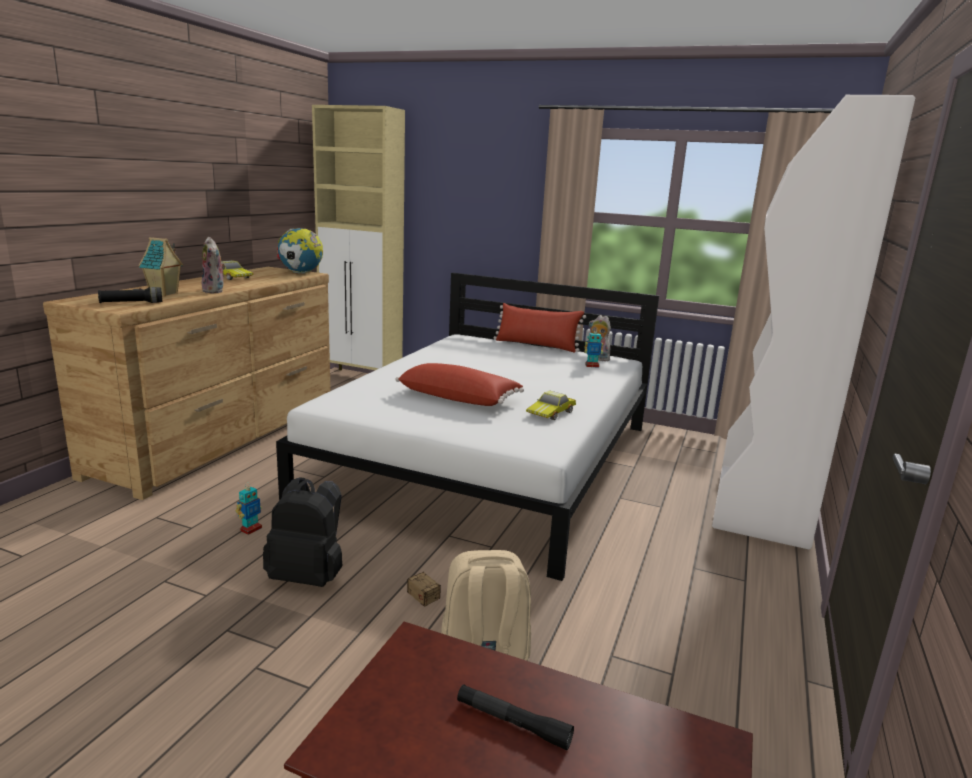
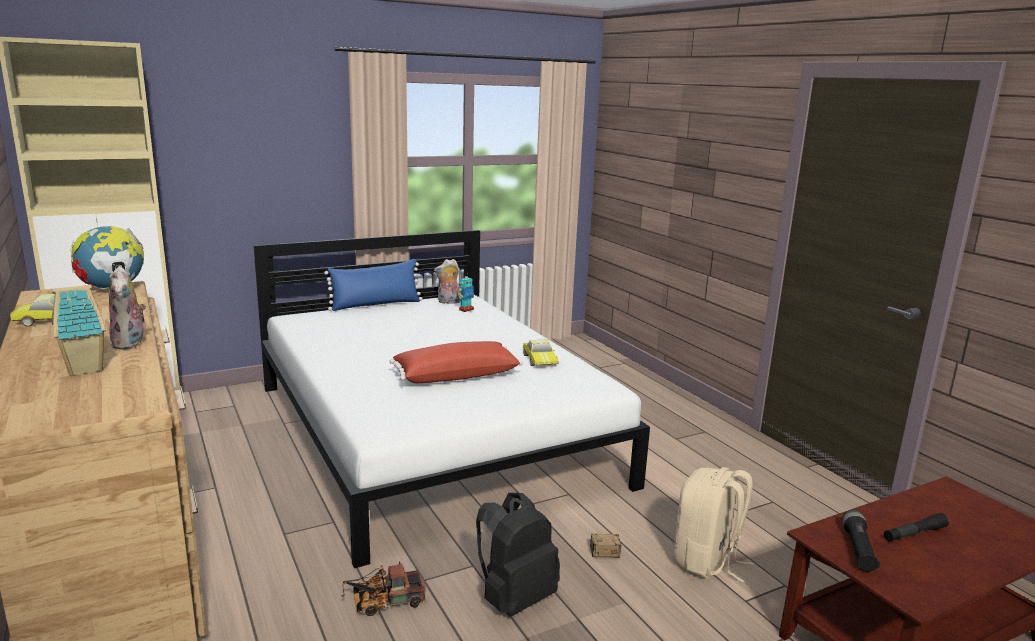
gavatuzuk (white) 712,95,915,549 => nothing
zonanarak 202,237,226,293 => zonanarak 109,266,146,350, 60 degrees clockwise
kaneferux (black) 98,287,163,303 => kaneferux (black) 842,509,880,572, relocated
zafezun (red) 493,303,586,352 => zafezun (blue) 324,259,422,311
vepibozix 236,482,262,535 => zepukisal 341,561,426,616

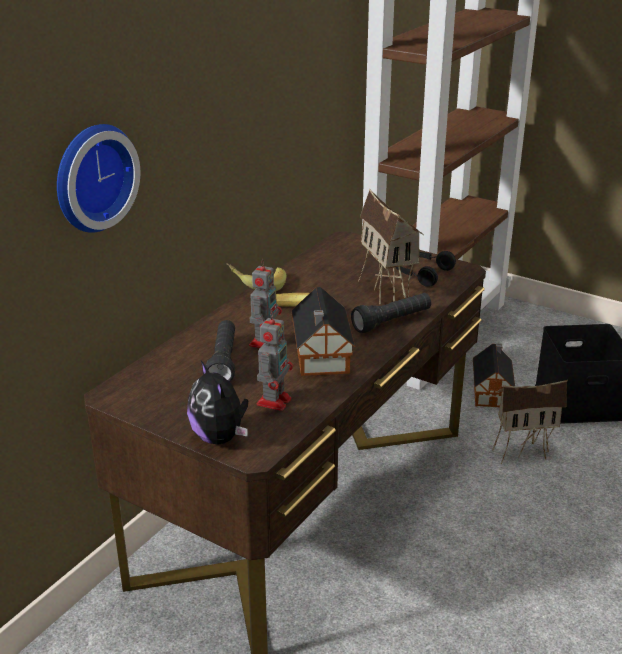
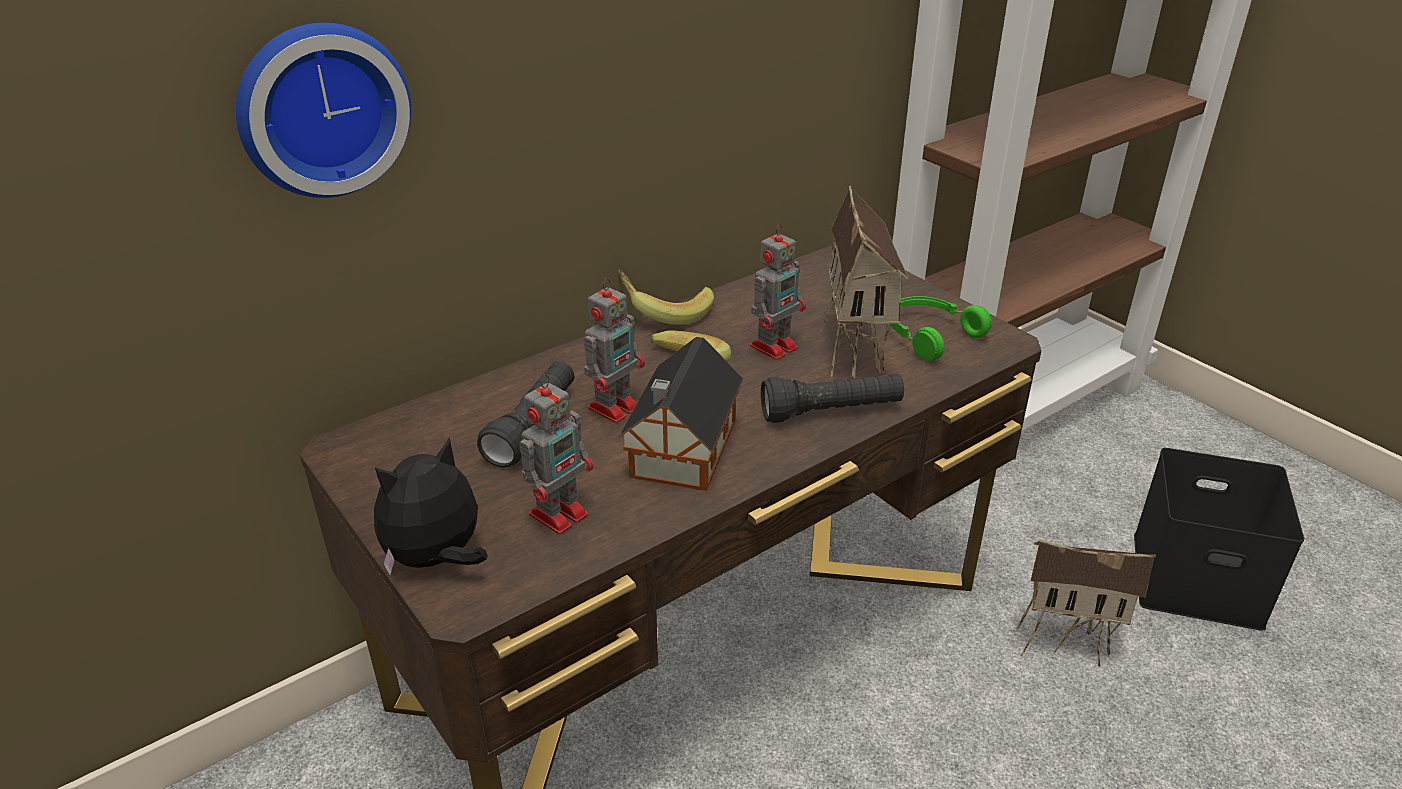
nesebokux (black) 395,251,456,287 => nesebokux (green) 890,296,992,361
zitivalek 473,343,515,407 => nothing
zonanarak 187,361,248,444 => zonanarak 374,437,488,575, 60 degrees clockwise
nothing => vepibozix 750,224,806,360

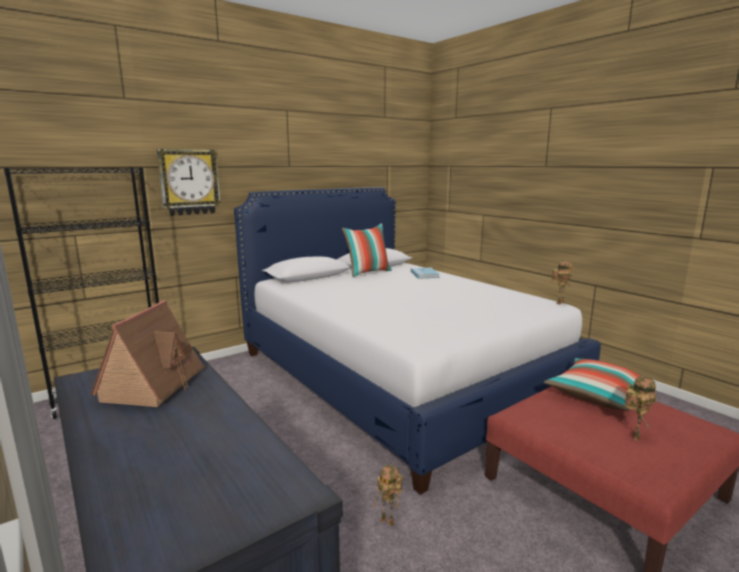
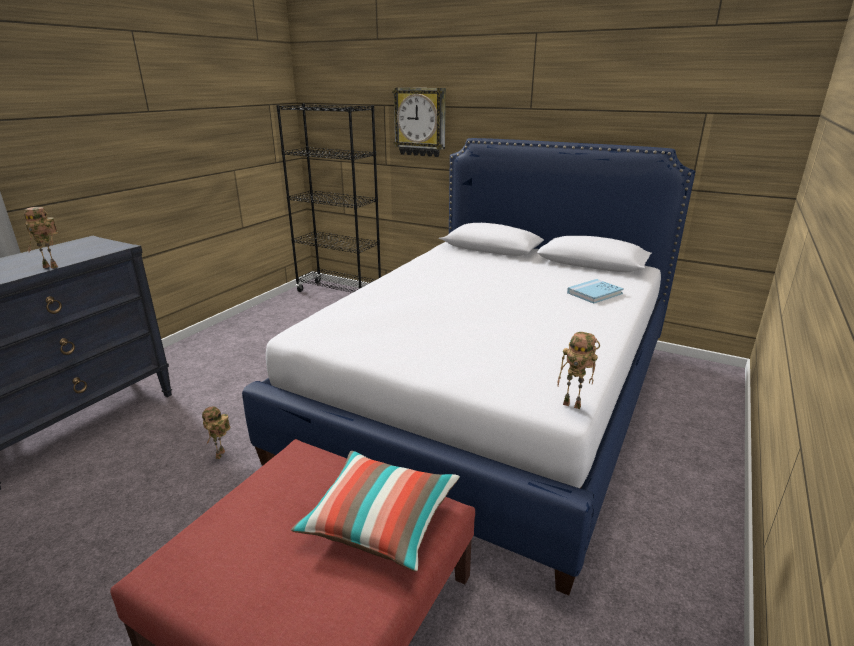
zafezun 342,224,392,277 => nothing
zitivalek 90,300,205,407 => nothing
vepibozix 625,376,657,441 => vepibozix 24,207,58,268, relocated

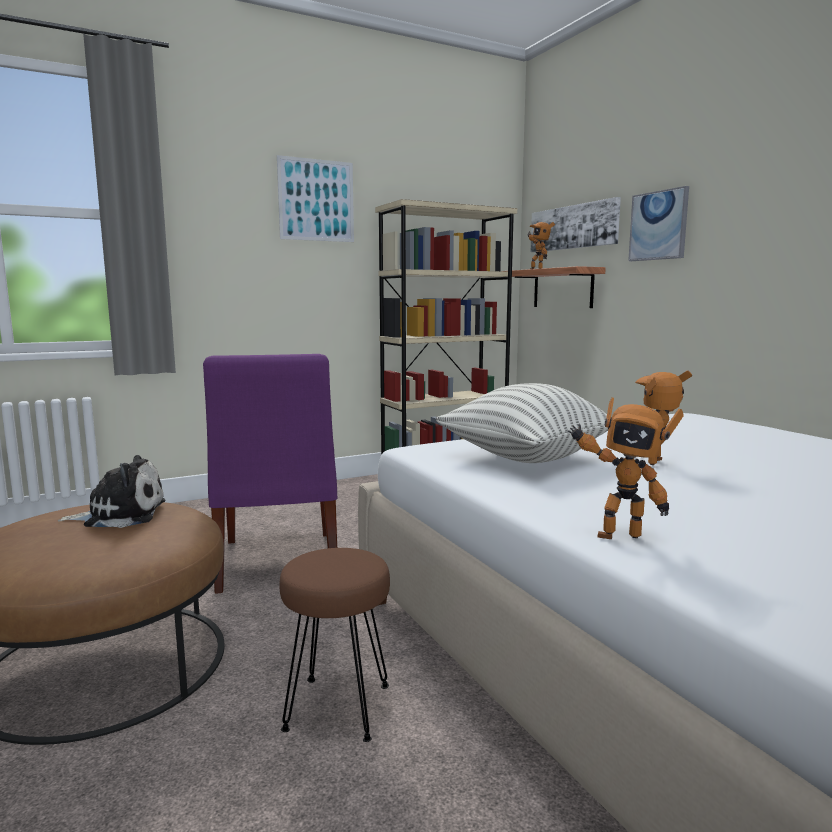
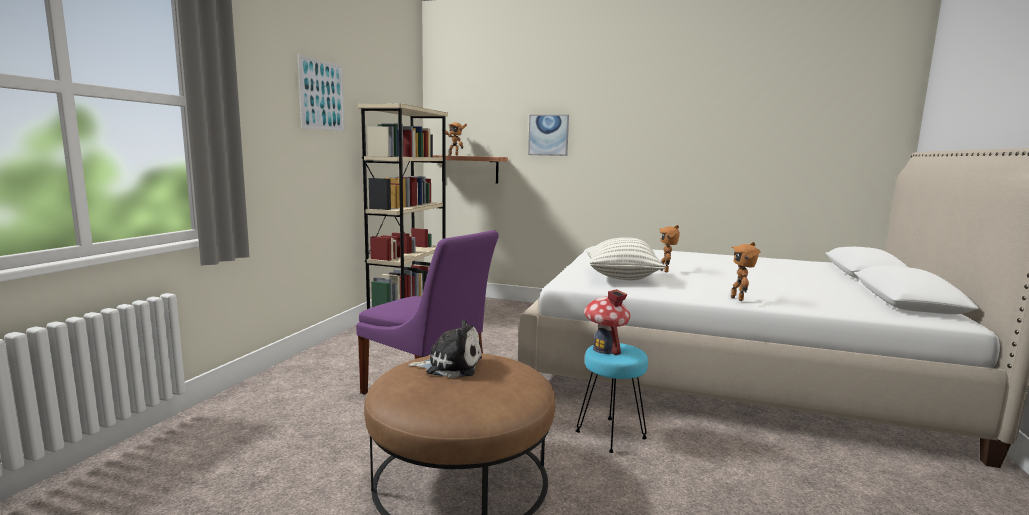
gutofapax 531,197,621,252 => nothing
vepibozix 568,398,684,539 => vepibozix 731,242,761,301, 120 degrees clockwise
zonanarak 58,455,165,528 => zonanarak 408,320,482,378, 60 degrees clockwise
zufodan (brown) 279,548,390,742 => zufodan (turquoise) 576,343,648,453
nothing => zitivalek 584,289,630,355

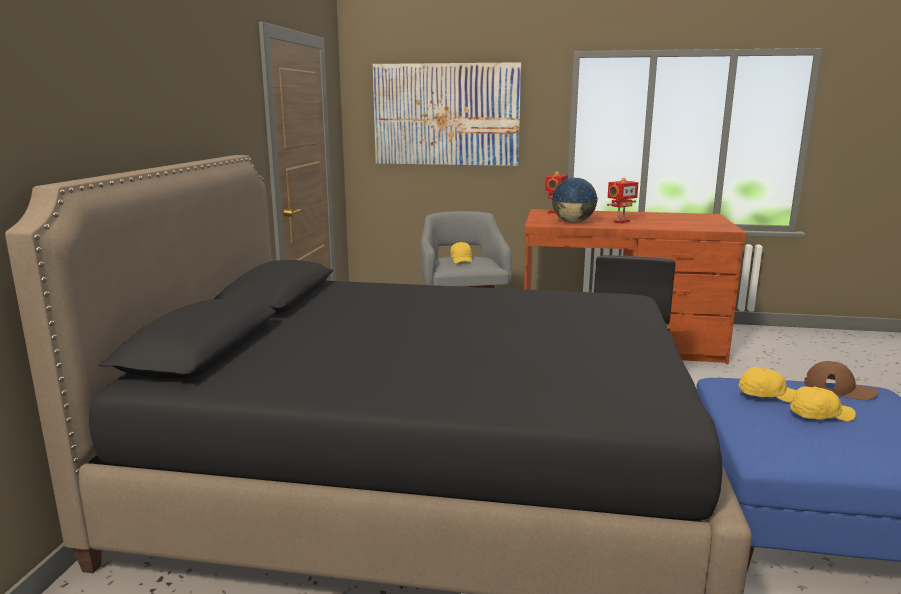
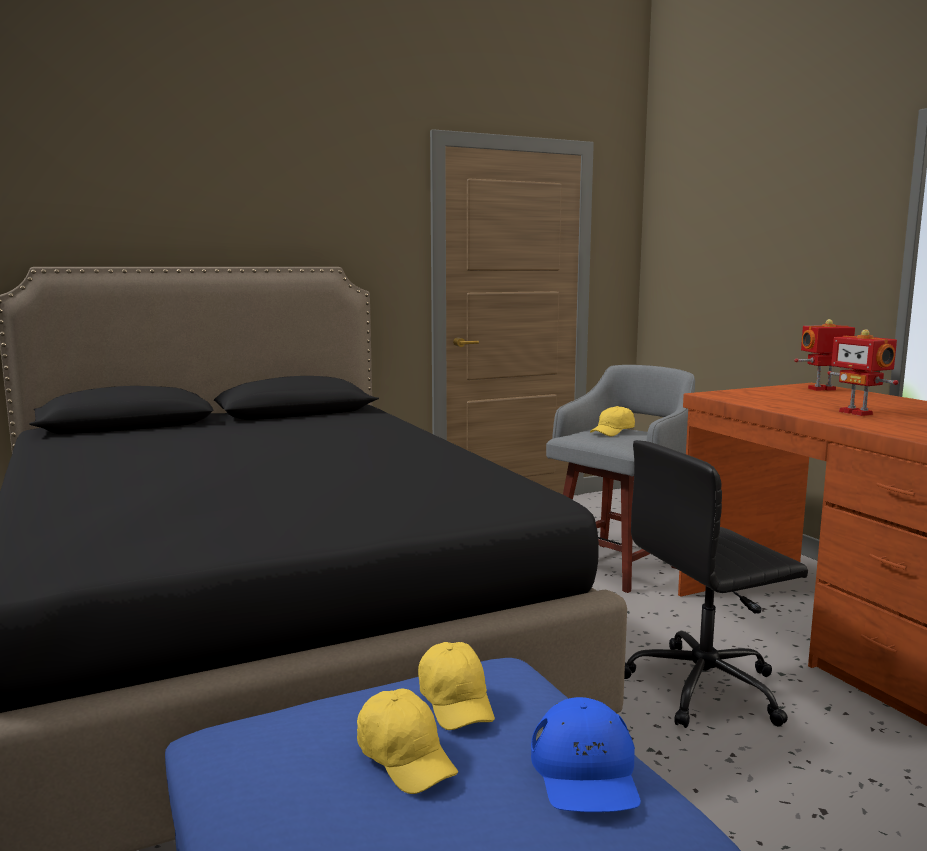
gutofapax 373,62,521,166 => nothing
vepibozix 607,177,638,223 => vepibozix 828,329,899,416, 45 degrees clockwise
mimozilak 551,178,598,223 => nothing
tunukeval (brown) 804,361,879,400 => tunukeval (blue) 531,697,641,812

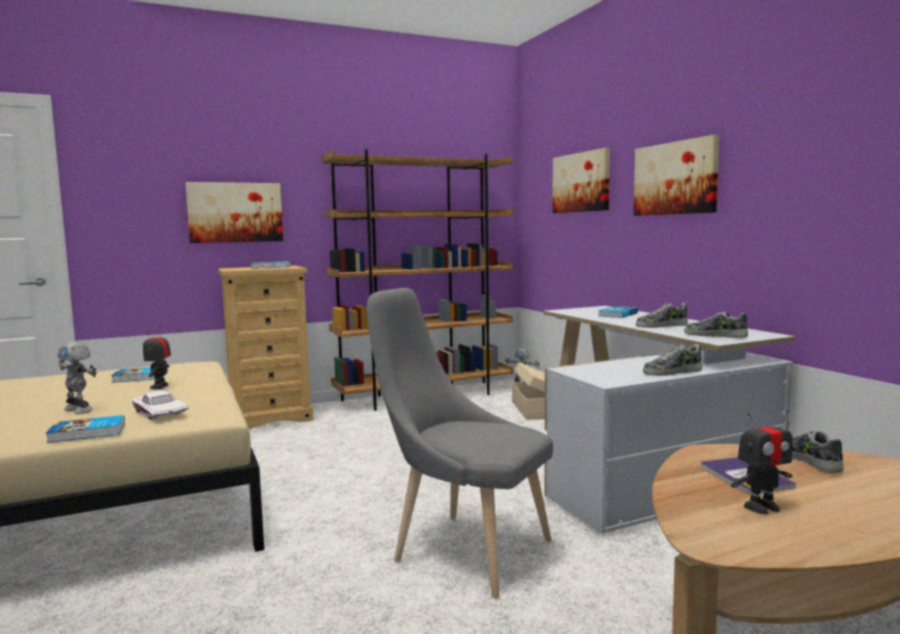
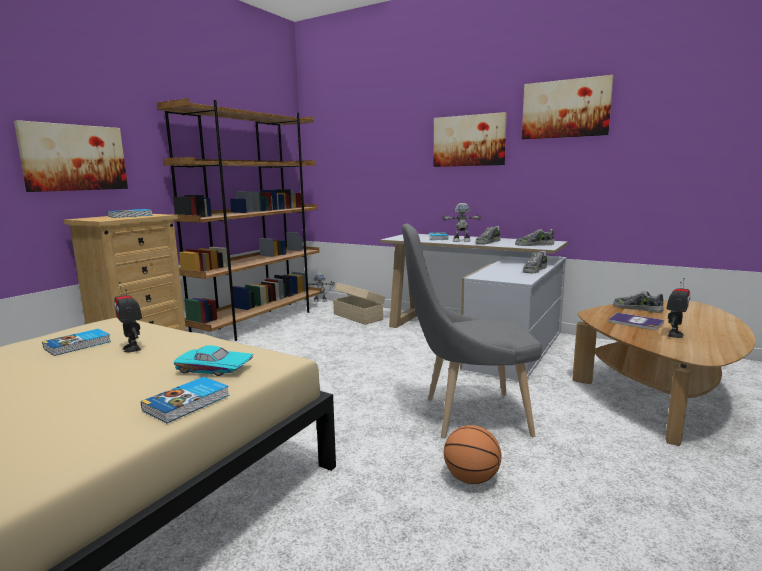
gutofapax 552,148,610,213 => gutofapax 522,75,613,139, relocated
vepibozix 58,341,97,414 => vepibozix 442,203,481,242, relocated
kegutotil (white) 132,390,189,419 => kegutotil (turquoise) 174,345,253,376
nothing => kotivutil 444,425,502,484

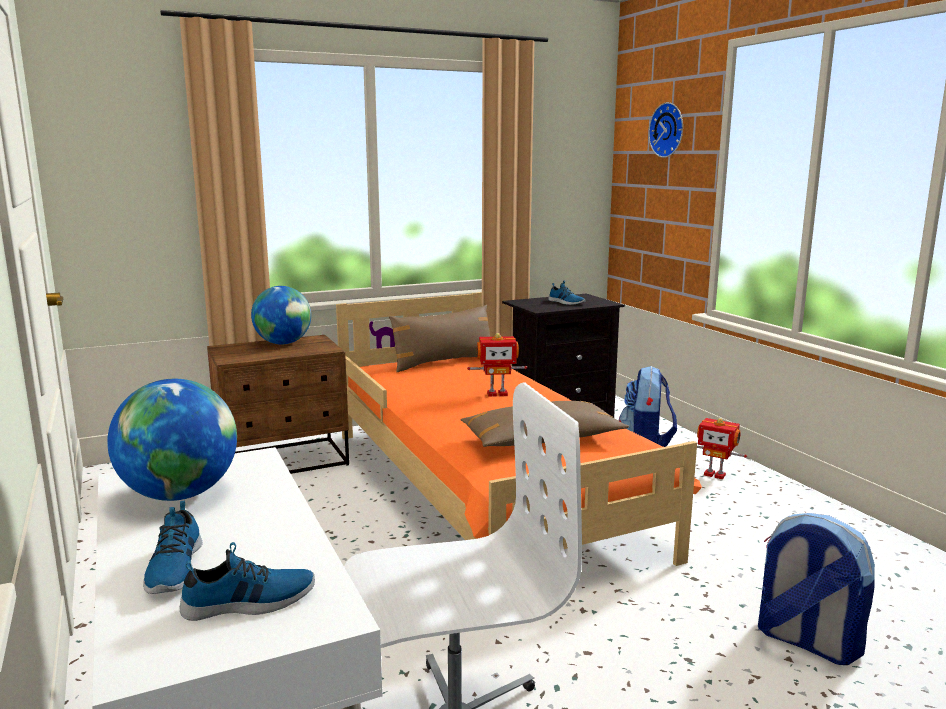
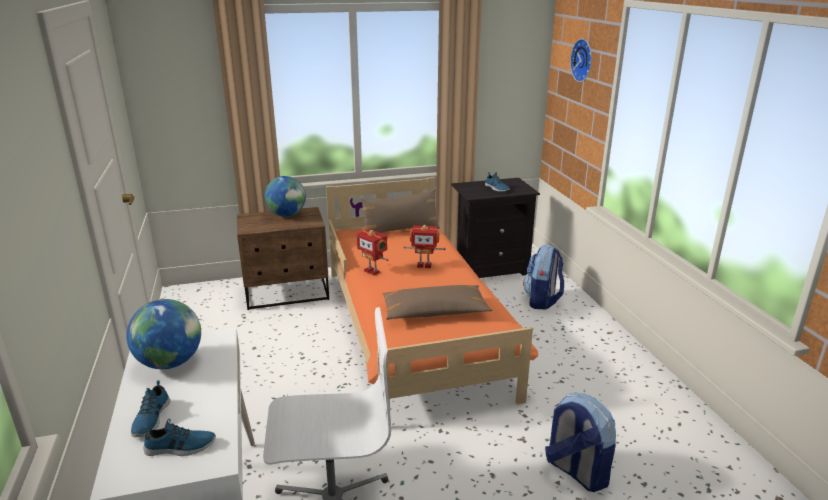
vepibozix 697,418,747,479 => vepibozix 357,229,388,275, relocated

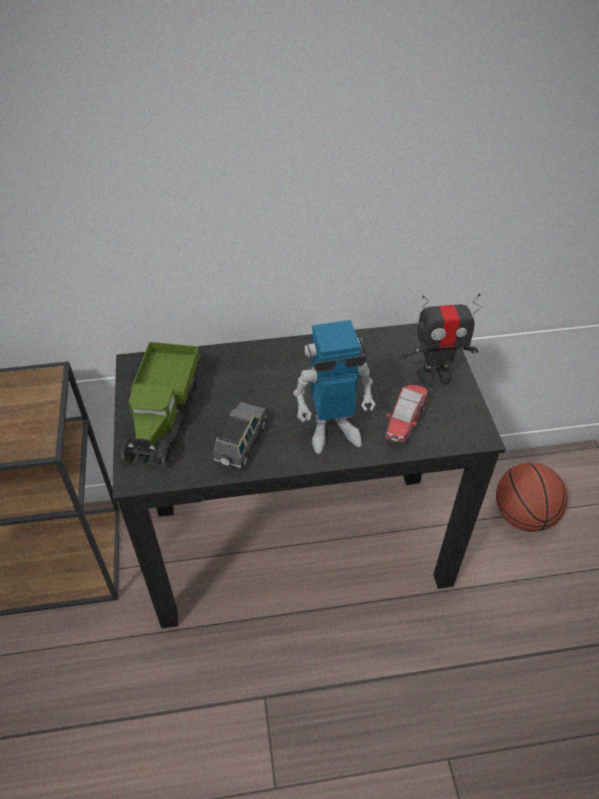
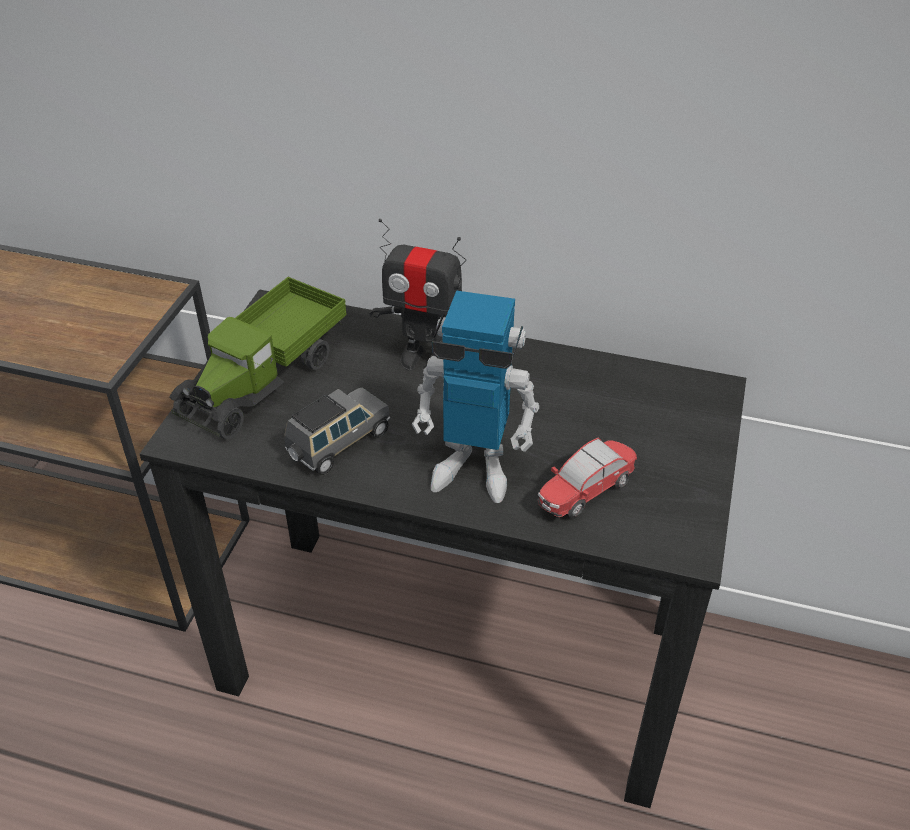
vepibozix 399,294,481,387 => vepibozix 369,219,466,371, relocated
kotivutil 496,463,568,532 => nothing

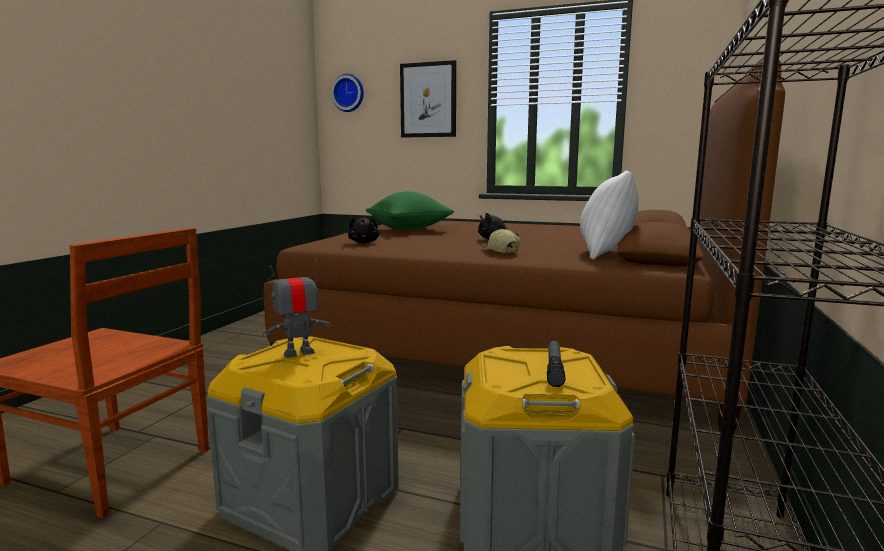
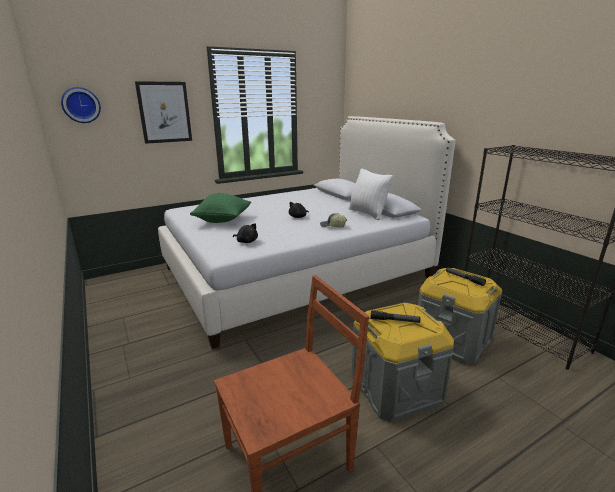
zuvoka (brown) 264,60,785,432 => zuvoka (white) 158,116,456,349
vepibozix 262,260,332,358 => kaneferux 371,310,420,323

